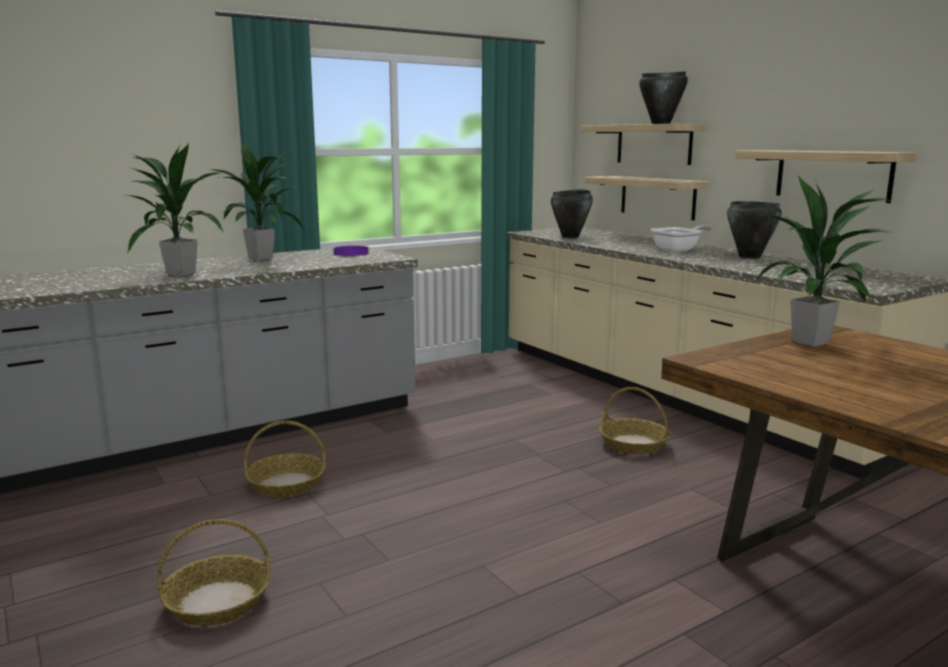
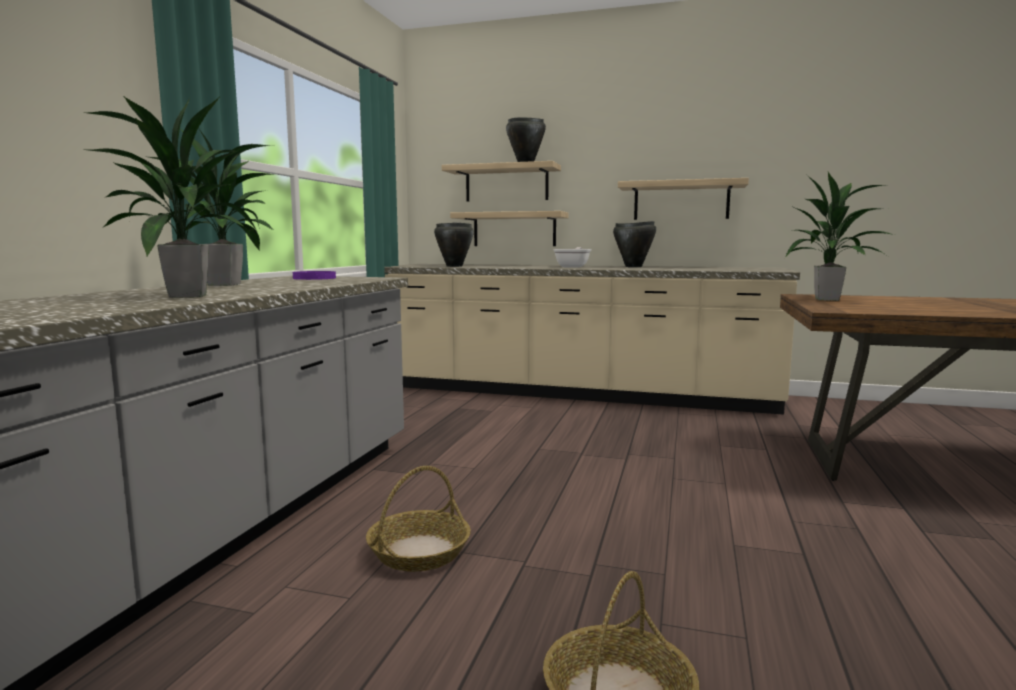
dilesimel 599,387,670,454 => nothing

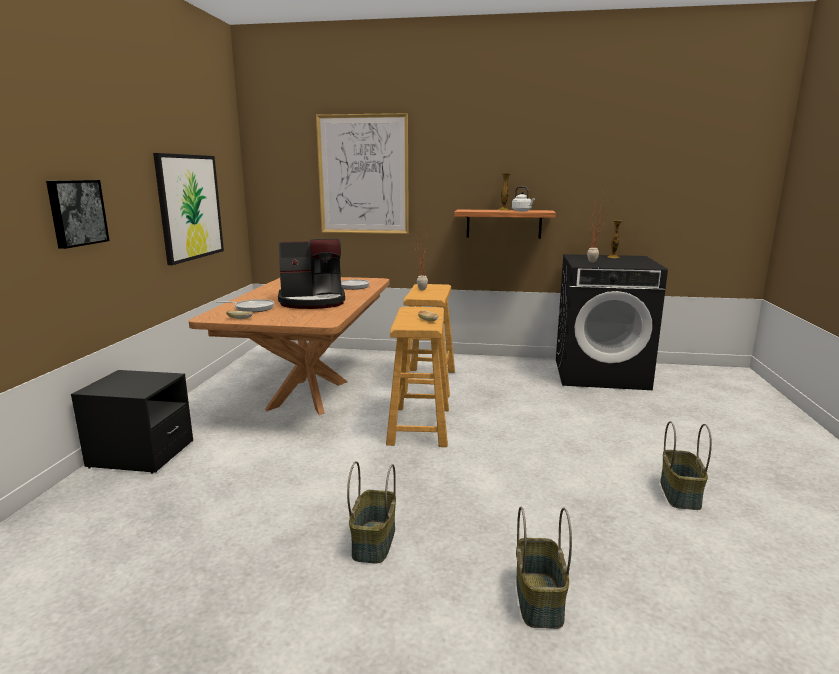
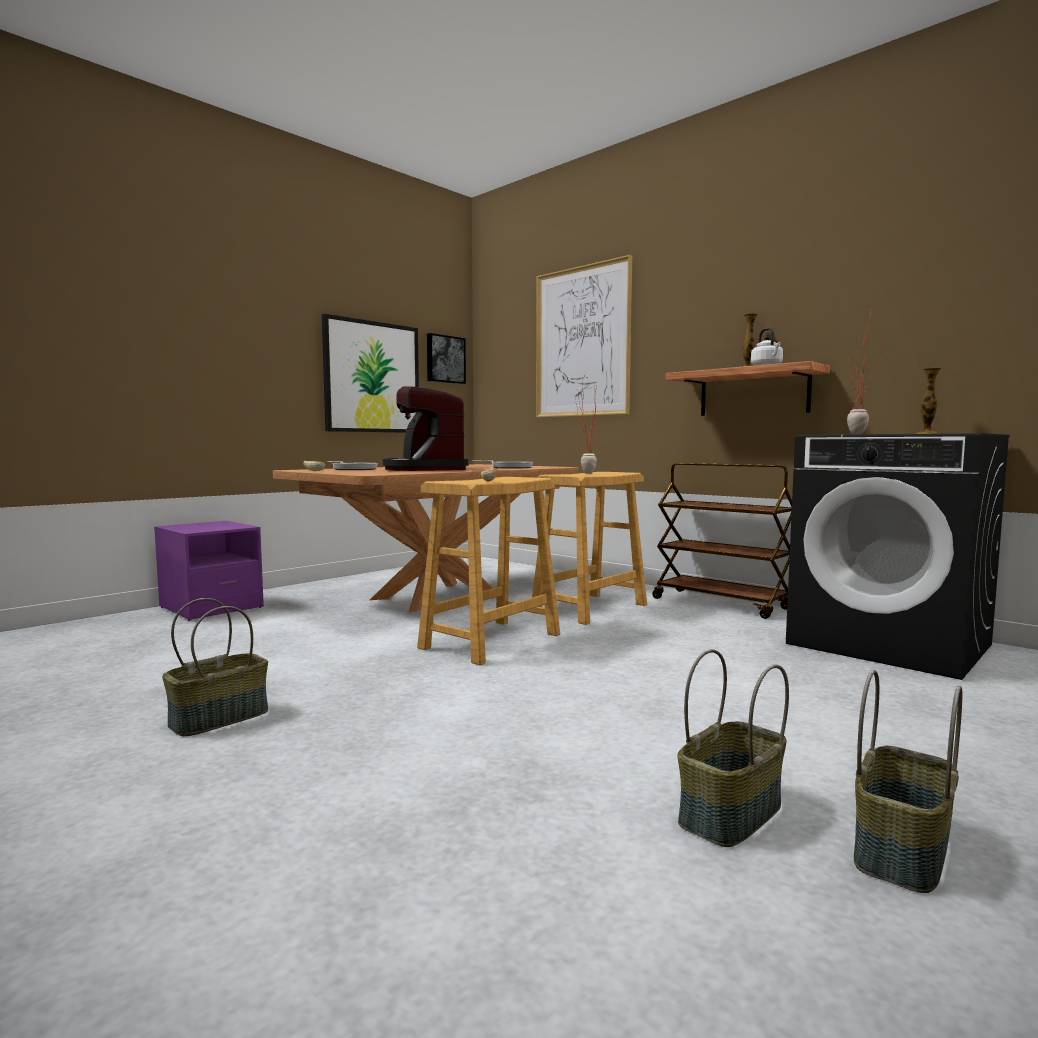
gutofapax 46,180,109,249 => gutofapax 427,333,466,384, relocated
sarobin 278,239,345,309 => sarobin 383,386,468,471, 45 degrees clockwise
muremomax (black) 71,370,193,474 => muremomax (purple) 154,521,264,621
dilesimel 516,507,572,629 => dilesimel 854,670,962,893, relocated
nothing => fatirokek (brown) 652,463,792,619

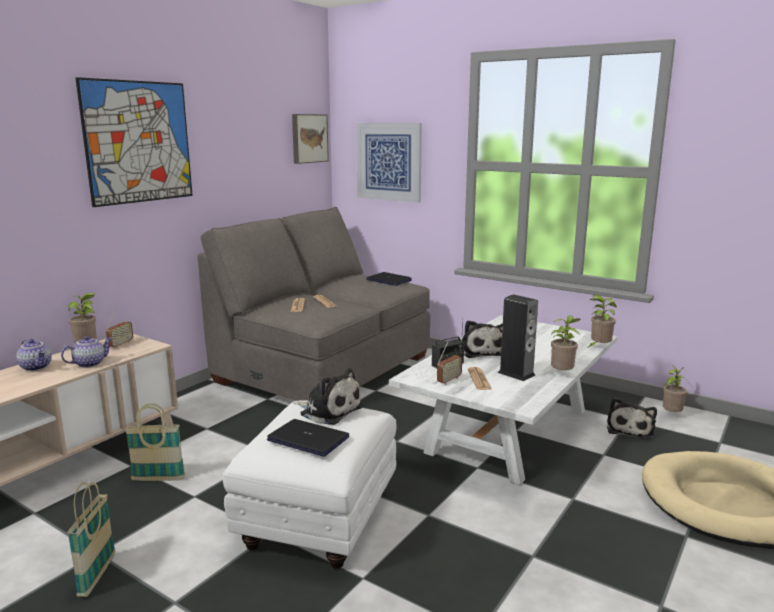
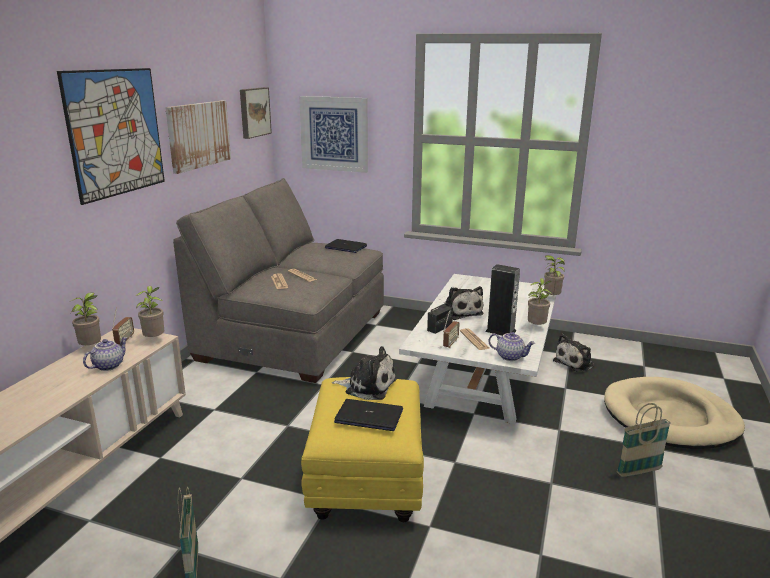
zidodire 16,339,52,371 => zidodire 489,332,535,361, relocated
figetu 663,365,687,412 => figetu 136,286,164,337, relocated
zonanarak 607,398,657,439 => zonanarak 553,334,594,372, 45 degrees clockwise
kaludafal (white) 223,401,396,569 => kaludafal (yellow) 301,377,424,522
dilesimel 124,403,186,481 => dilesimel 617,403,671,477, relocated
nothing => gutofapax 165,101,231,174

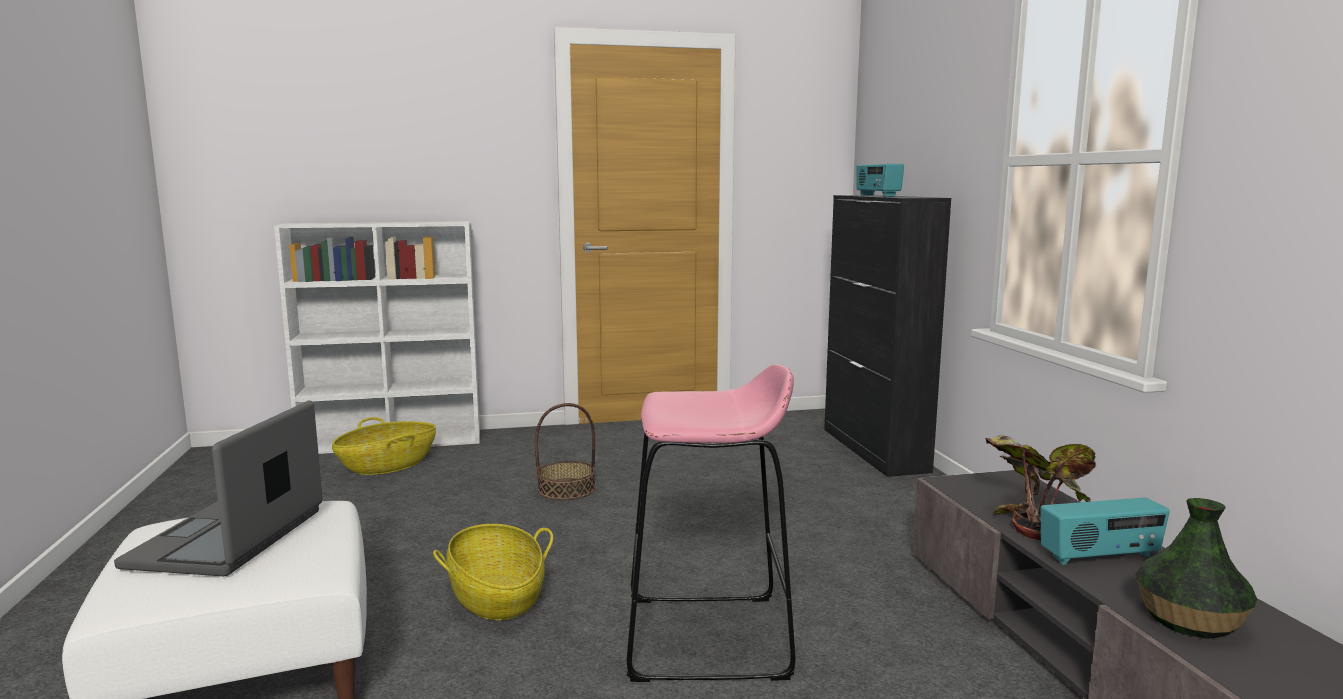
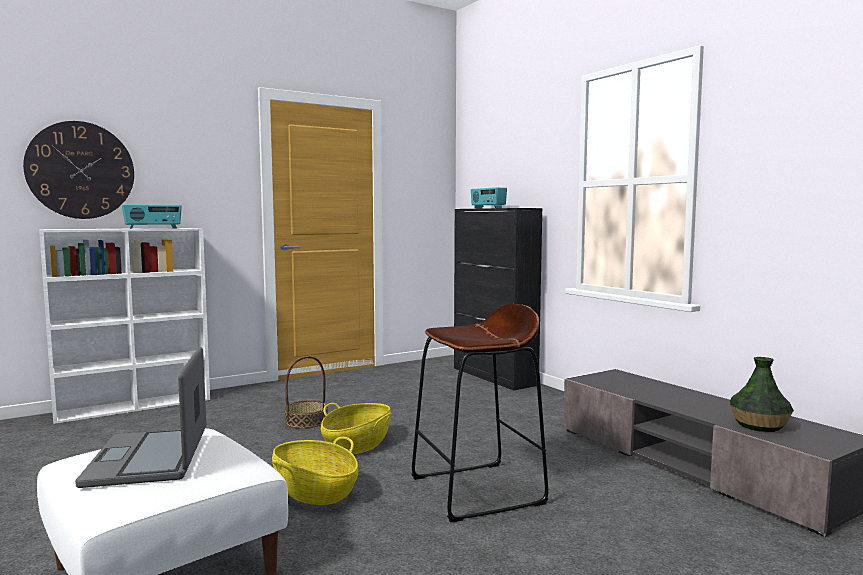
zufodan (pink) 627,364,796,682 => zufodan (brown) 411,304,549,522
dilesimel 332,417,436,475 => dilesimel 321,403,392,454, relocated
figetu 986,434,1096,540 => nothing
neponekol 1041,497,1170,565 => neponekol 122,204,182,229, relocated
nothing => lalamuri 23,121,134,219

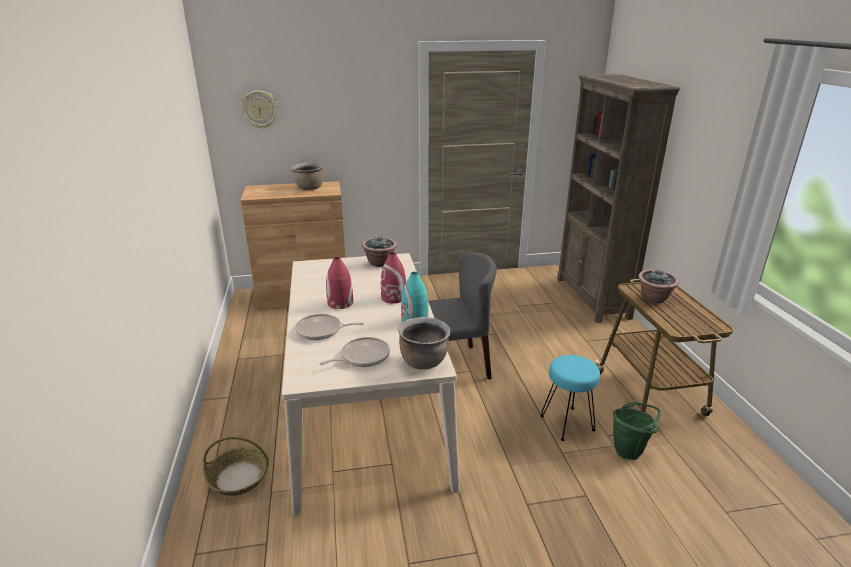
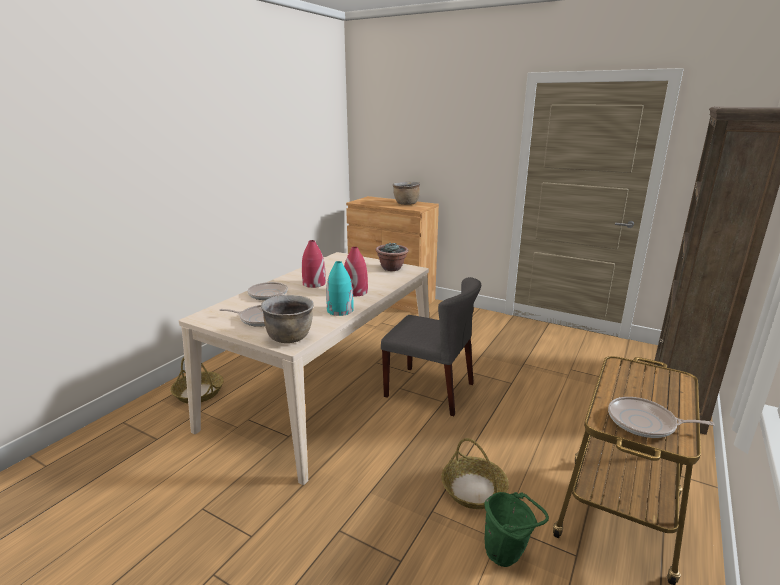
lalamuri 240,90,278,129 => nothing
figetu 638,269,679,303 => nothing
zufodan (turquoise) 540,355,600,441 => dilesimel 441,438,509,509
nothing => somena 608,397,715,438

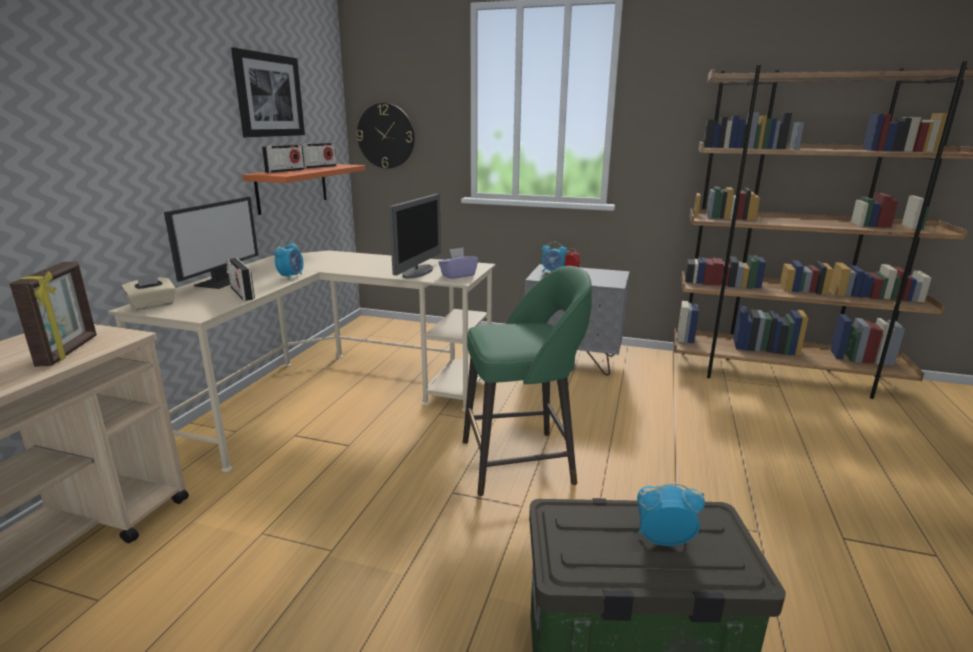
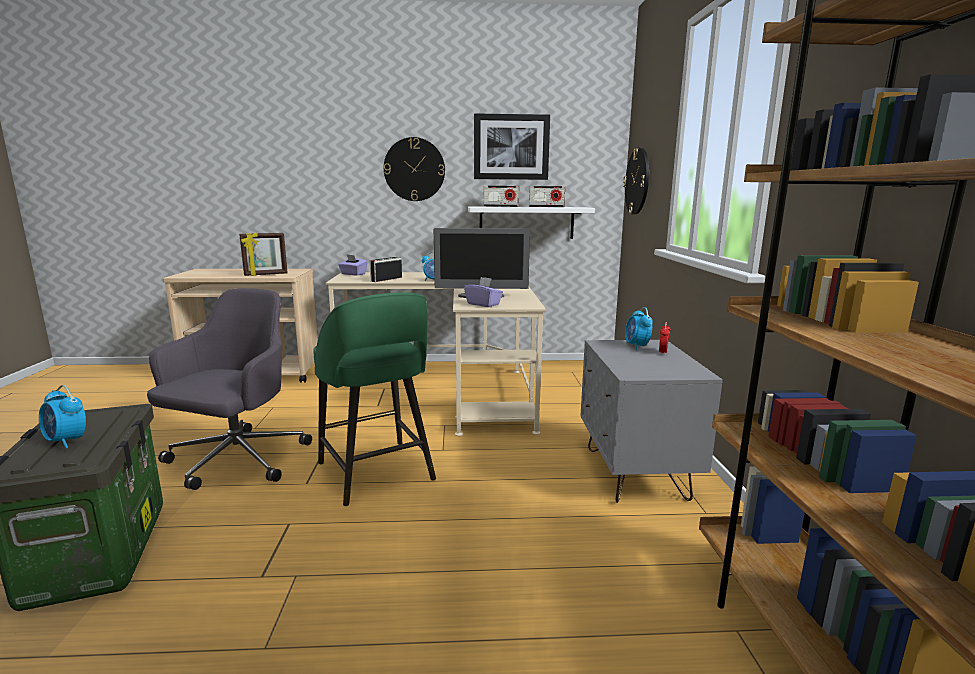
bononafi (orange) 242,164,365,215 => bononafi (white) 468,207,595,239
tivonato 164,197,258,289 => nothing
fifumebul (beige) 121,273,176,311 => fifumebul (purple) 338,254,368,276
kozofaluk 637,483,705,546 => kozofaluk 39,385,86,448, 135 degrees clockwise
nothing => lalamuri 384,137,445,201
nothing => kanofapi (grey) 147,288,312,490

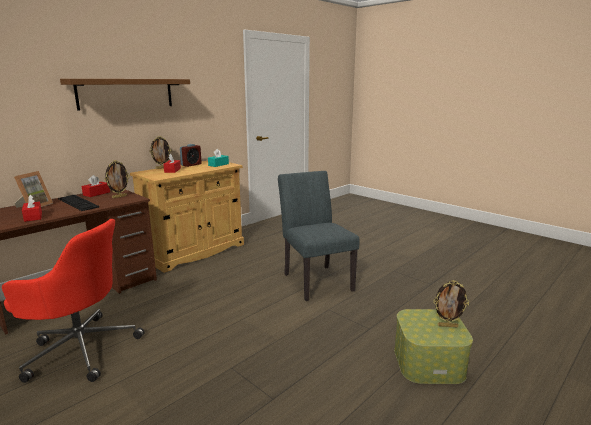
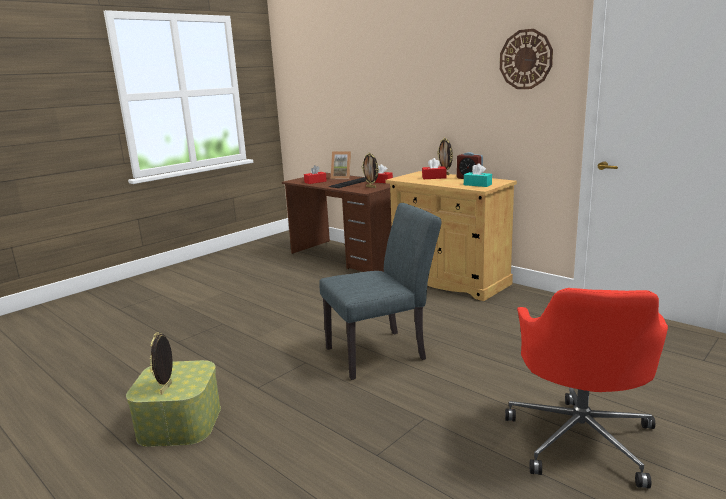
bononafi (brown) 60,79,190,110 => nothing
kanofapi (red) 2,219,145,383 => kanofapi (red) 505,288,668,488, relocated
nothing => lalamuri 500,29,553,89

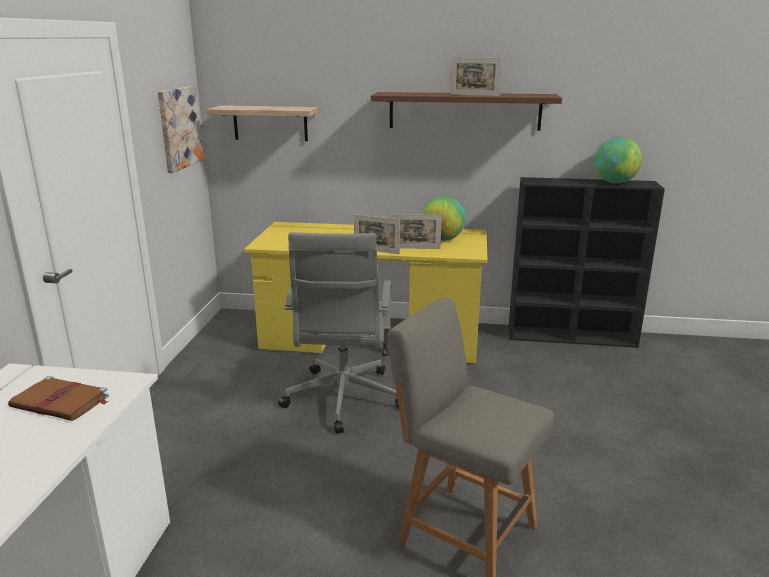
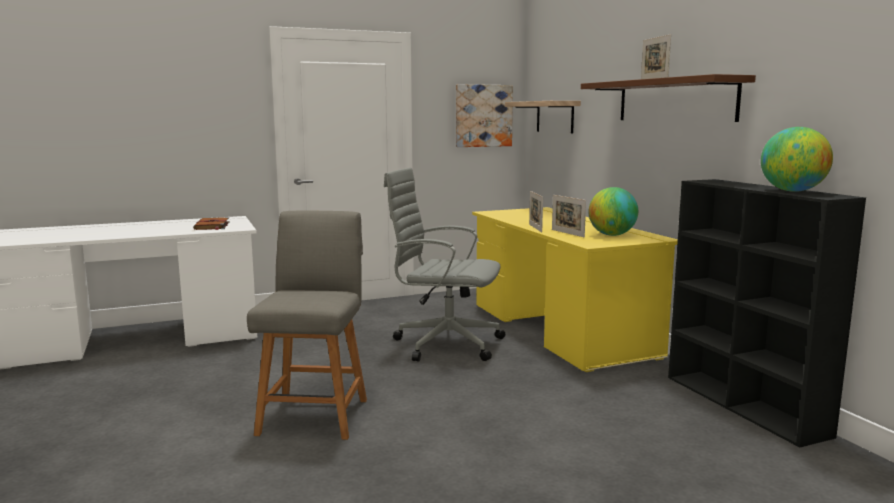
kanofapi (grey) 278,232,399,433 => kanofapi (grey) 384,168,505,362, 45 degrees clockwise

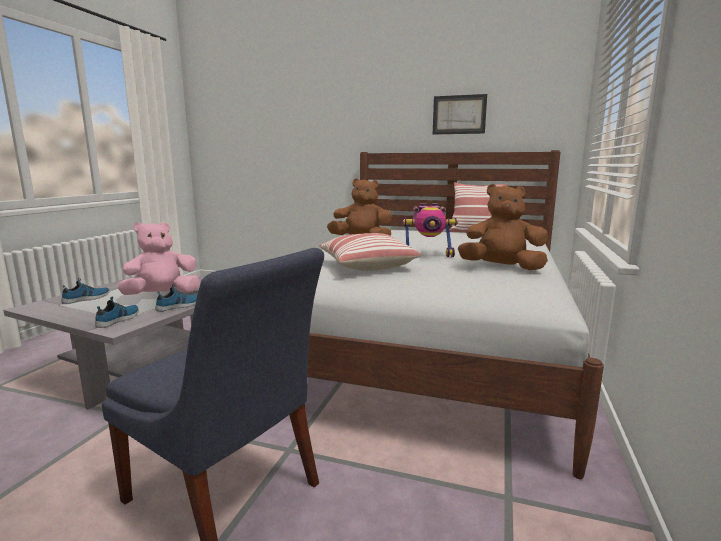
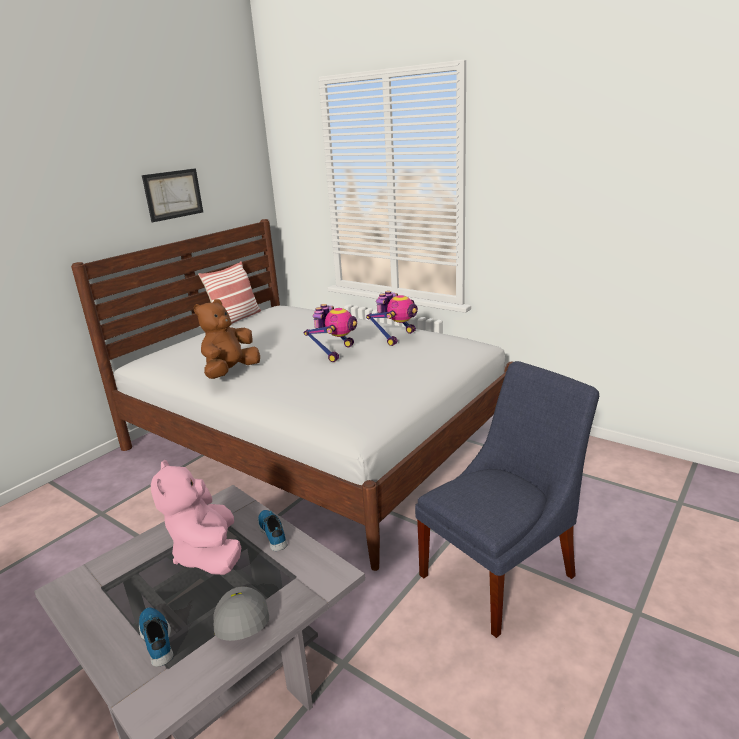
zonanarak (brown) 458,184,548,270 => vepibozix 366,291,418,346
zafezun 319,233,421,271 => nothing
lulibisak 95,297,139,328 => nothing
nothing => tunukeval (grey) 213,586,269,641

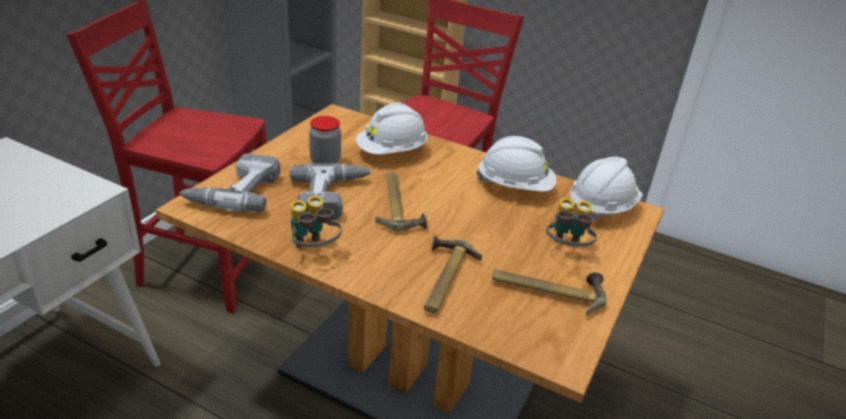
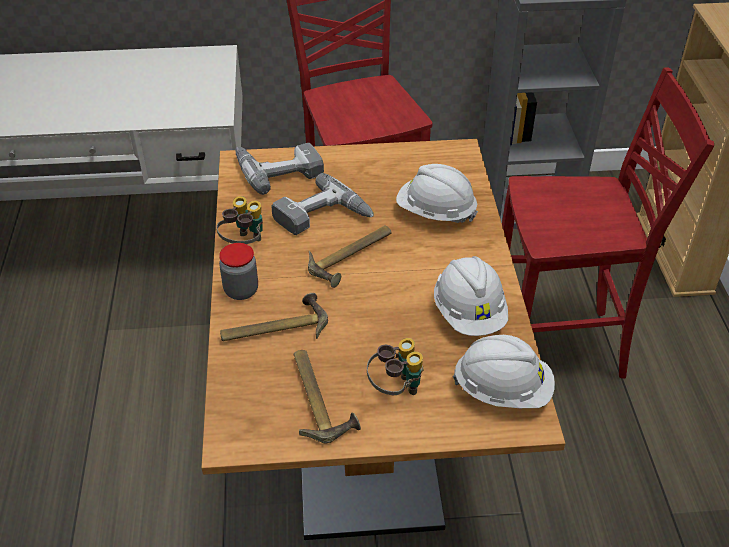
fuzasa 309,116,341,164 => fuzasa 219,243,258,300, relocated

